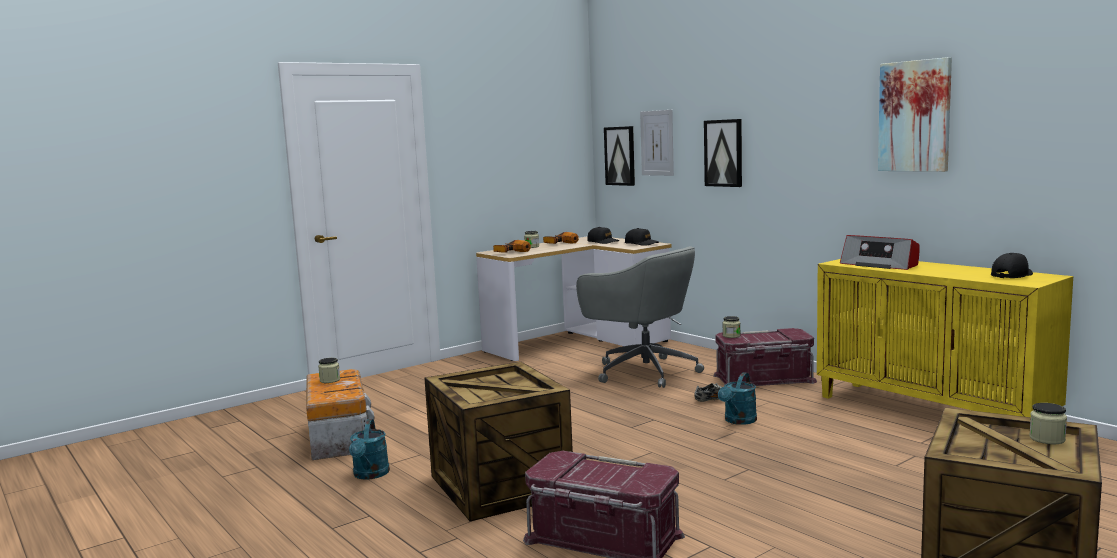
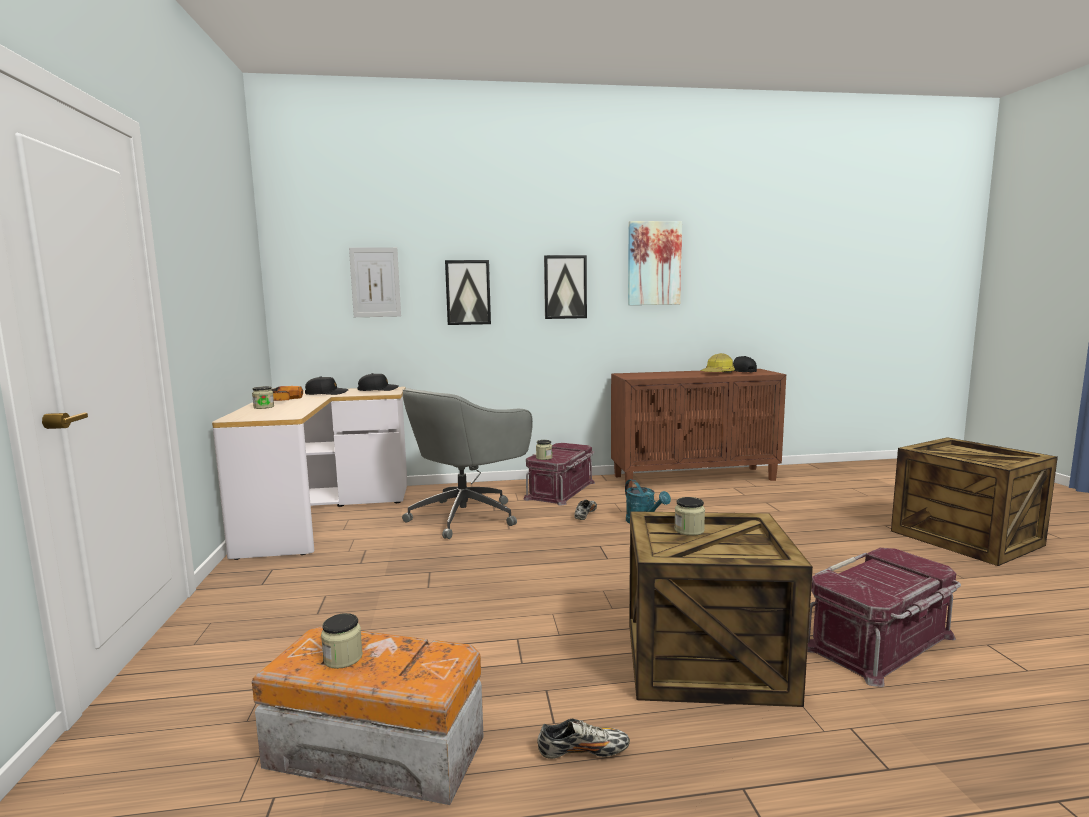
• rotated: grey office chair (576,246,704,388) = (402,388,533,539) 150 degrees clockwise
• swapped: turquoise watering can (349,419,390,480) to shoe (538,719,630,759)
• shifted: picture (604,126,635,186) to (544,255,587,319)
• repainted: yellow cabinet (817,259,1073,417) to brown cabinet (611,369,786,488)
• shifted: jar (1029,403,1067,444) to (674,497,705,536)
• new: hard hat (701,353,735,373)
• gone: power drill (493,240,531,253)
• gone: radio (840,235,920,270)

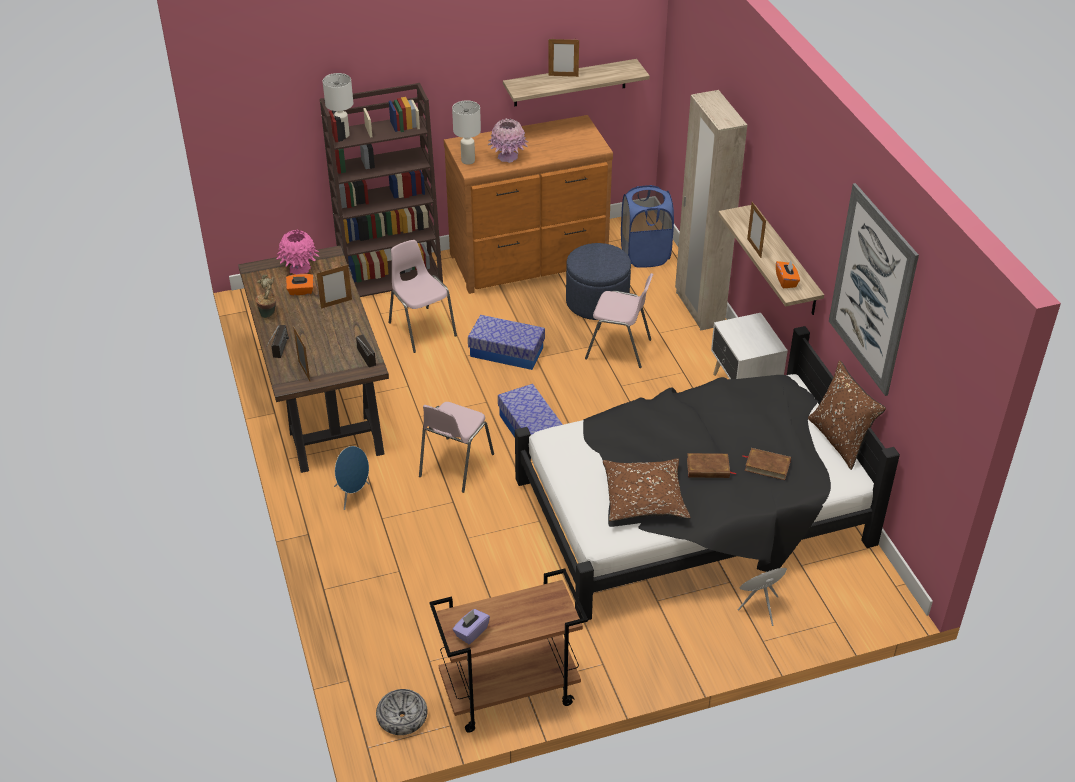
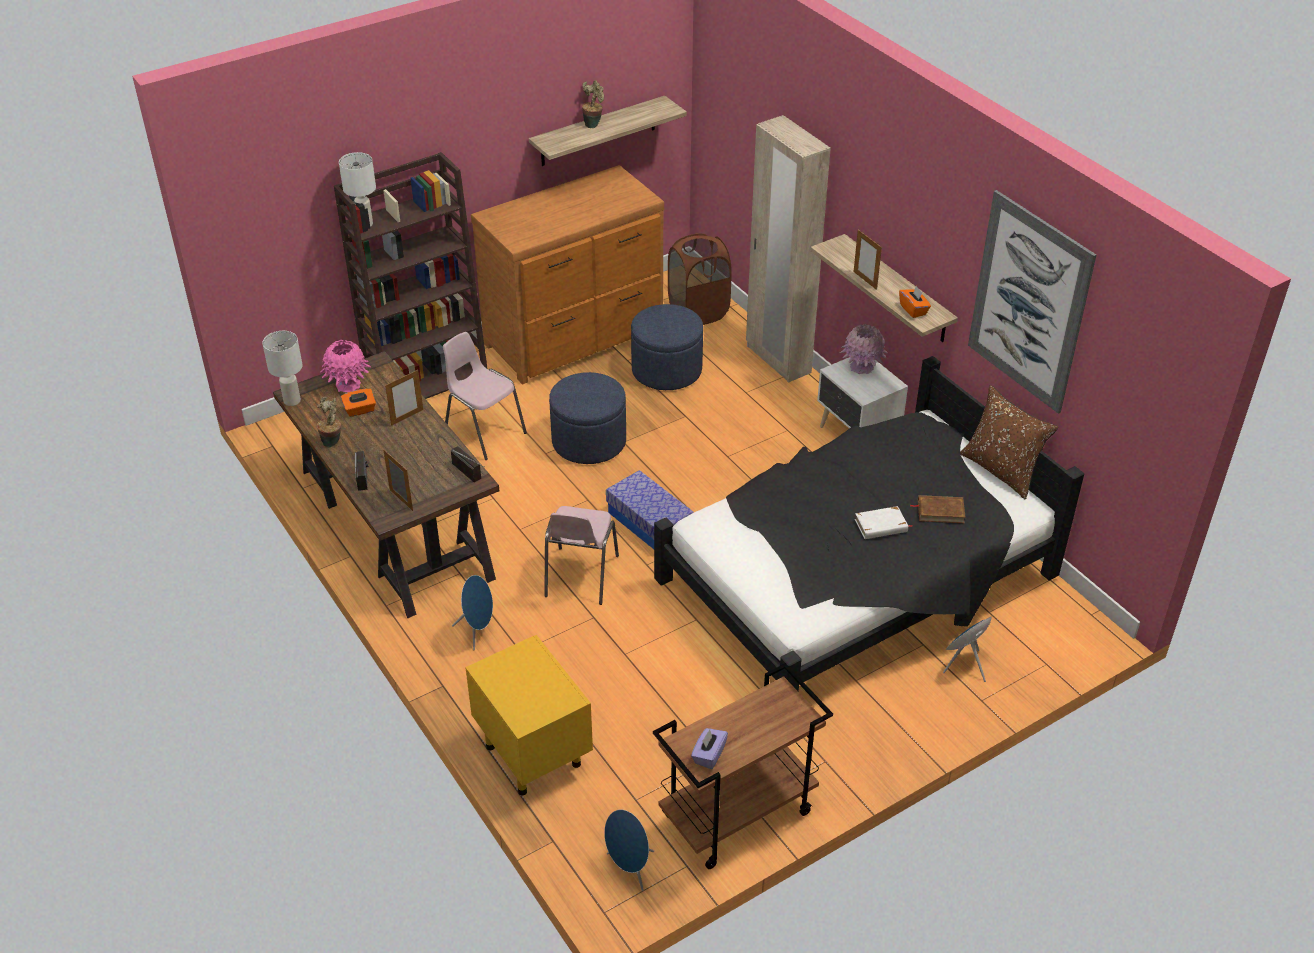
• shifted: white table lamp (452,100,481,165) to (262,331,303,406)
• new: yellow nightstand (465,635,593,796)
• swapped: storage box (468,315,545,370) to blue ottoman (549,372,626,464)
• swapped: picture frame (548,38,579,77) to potted plant (582,80,604,128)
• swapped: bowl (376,689,428,735) to blue speaker (604,809,654,891)
• repainted: blue laundry basket (621,185,674,268) to brown laundry basket (668,233,732,325)
• shifted: pink vase (487,118,528,163) to (840,324,888,374)
• repainted: brown book (687,453,736,478) to white book (855,506,913,539)
• gone: pink chair (585,273,653,368)
• gone: brown pillow (603,458,691,521)

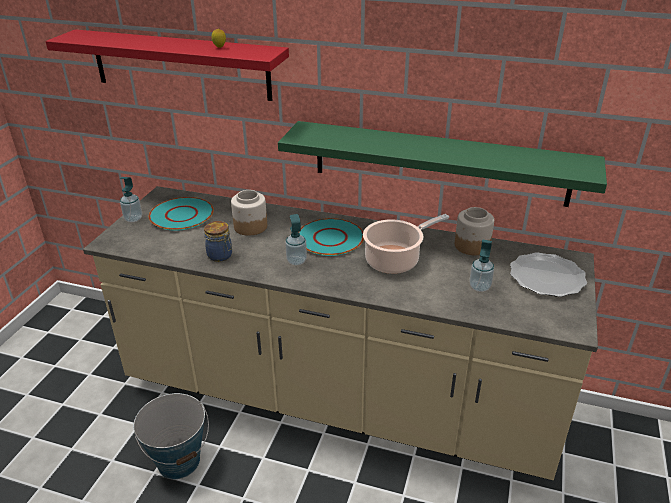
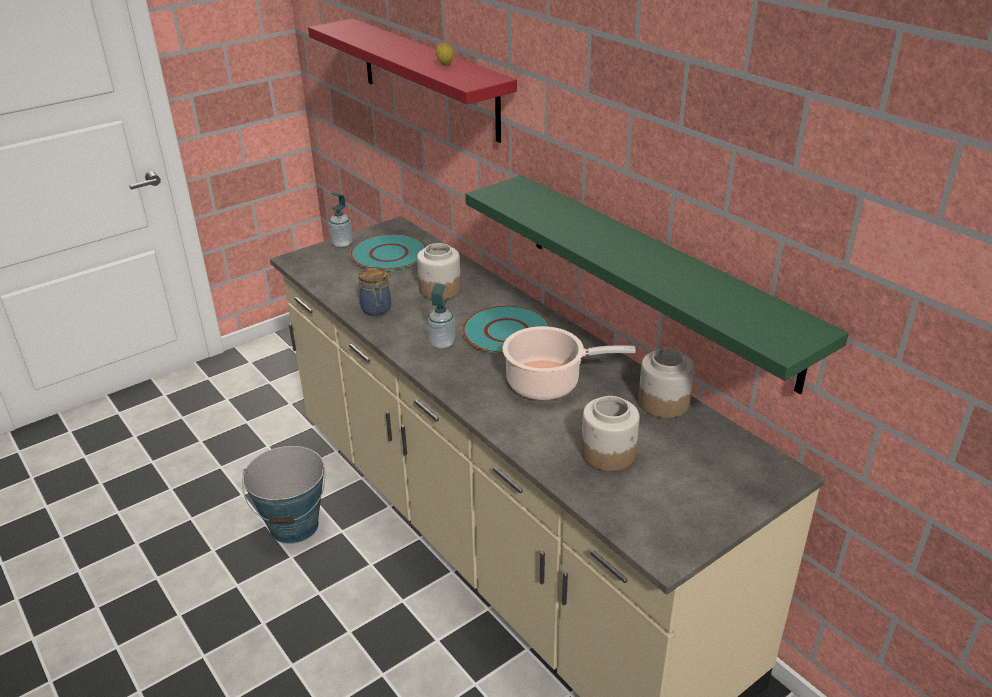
• swapped: soap dispenser (469,239,494,292) to jar (581,396,639,471)
• gone: plate (510,252,587,297)

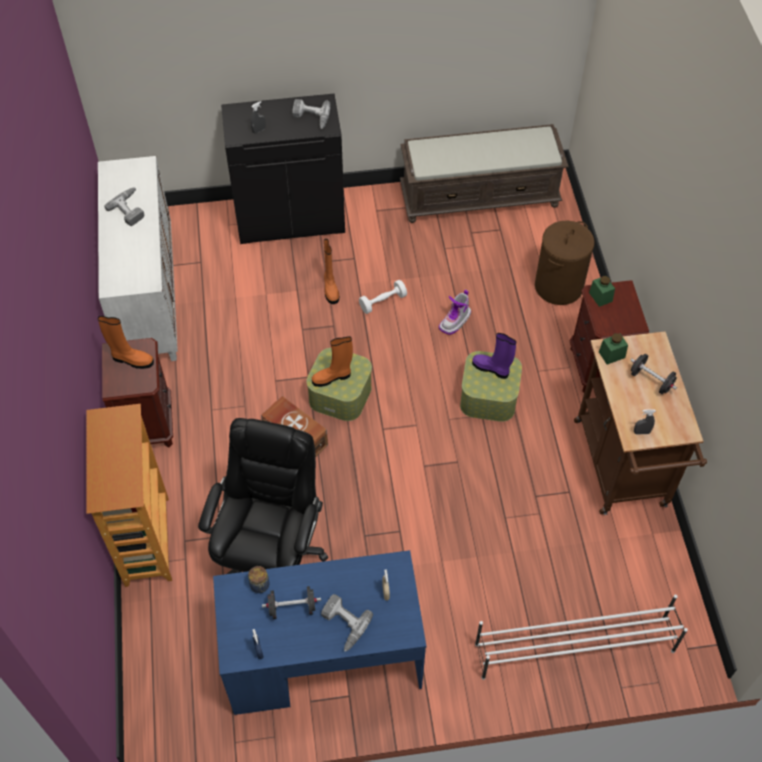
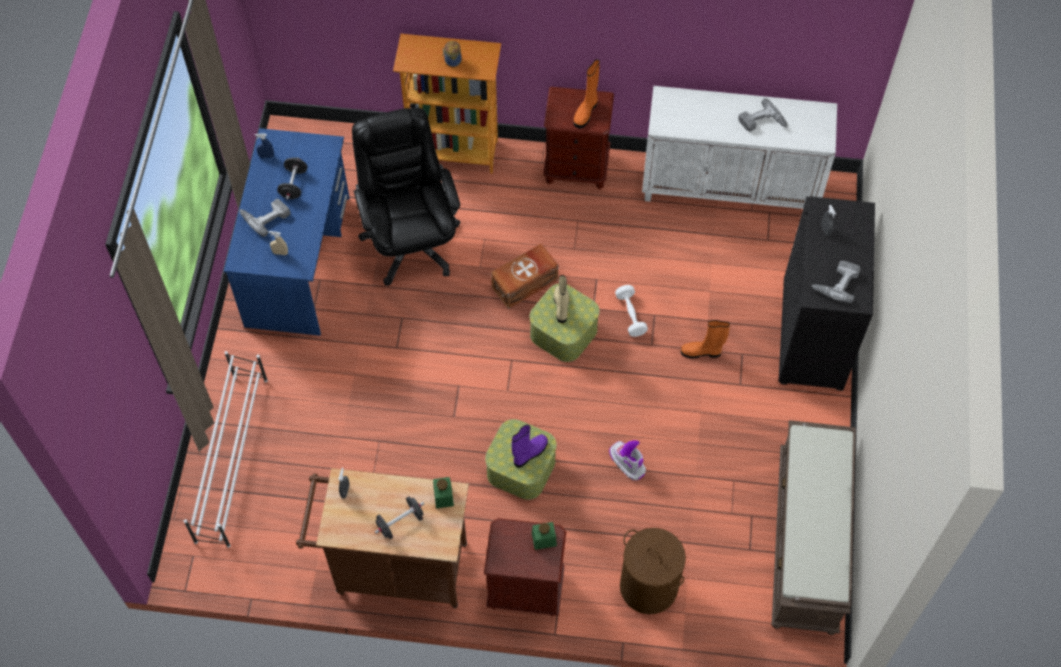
• rotated: black office chair (198,418,328,574) = (352,108,460,286) 135 degrees counterclockwise
• shifted: jar (248,566,270,593) to (442,41,462,67)
• repainted: orange boot (312,336,353,387) to beige boot (554,275,569,323)
• shifted: white dumbbell (359,280,407,314) to (615,285,648,337)

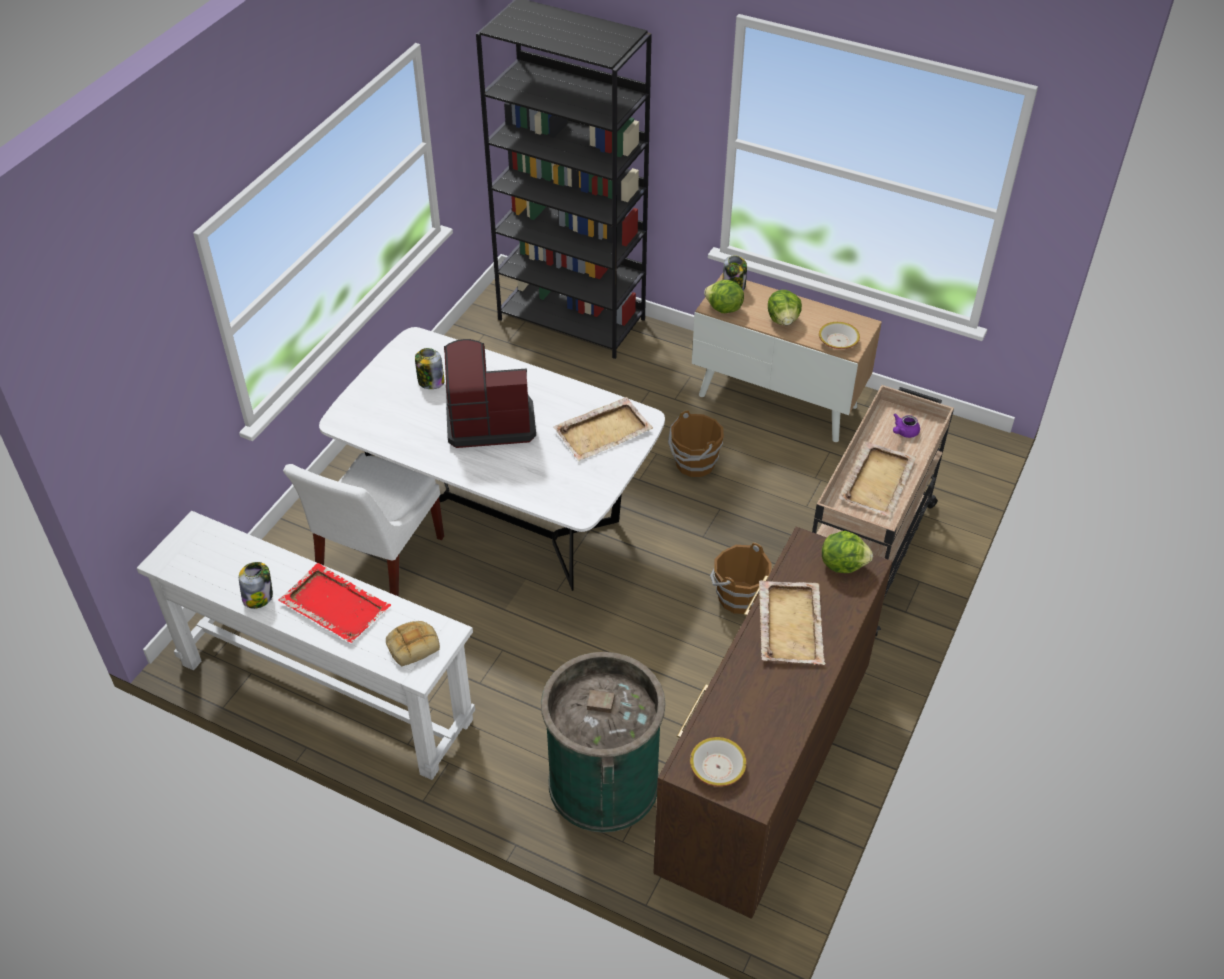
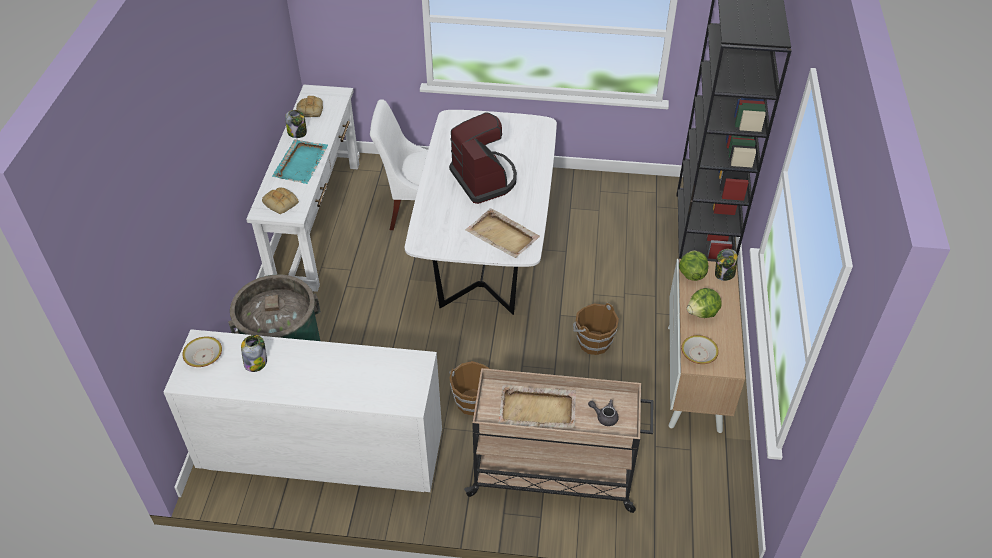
• repainted: brown dresser (653,527,892,919) to white dresser (163,329,442,492)
• shifted: jar (415,348,445,389) to (241,335,267,372)
• repainted: red tray (278,563,391,643) to turquoise tray (272,139,328,184)
• new: bread (296,96,323,117)
• repainted: purple teapot (893,414,920,438) to grey teapot (588,399,619,426)
• gone: beige tray (759,580,826,665)
• gone: lettuce (822,531,873,573)

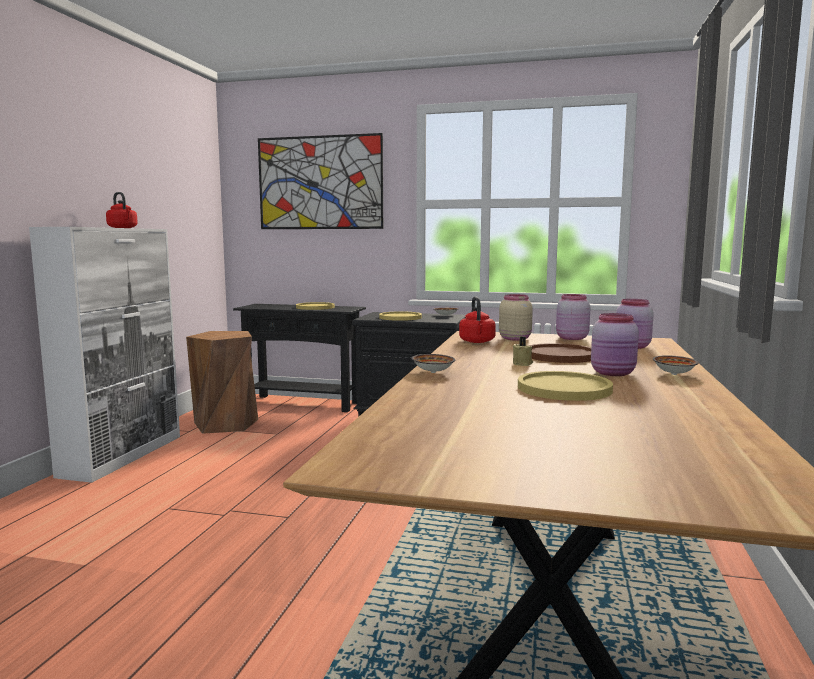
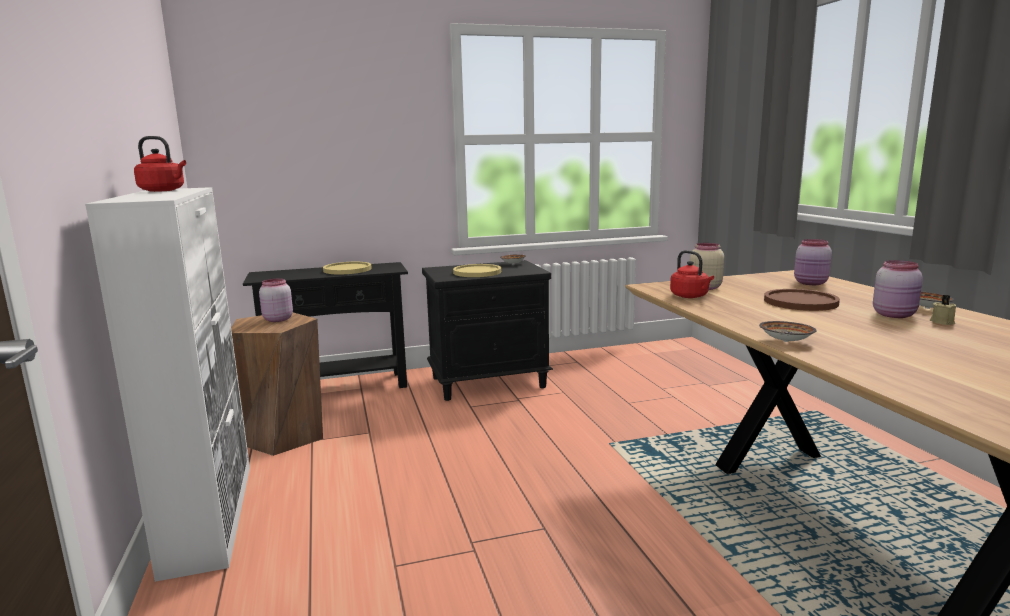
• shifted: pink jar (556,294,590,340) to (259,278,293,322)
• shifted: beige candle (513,337,533,366) to (930,295,956,325)
• gone: picture (258,133,383,229)
• gone: yellow plate (518,371,613,401)

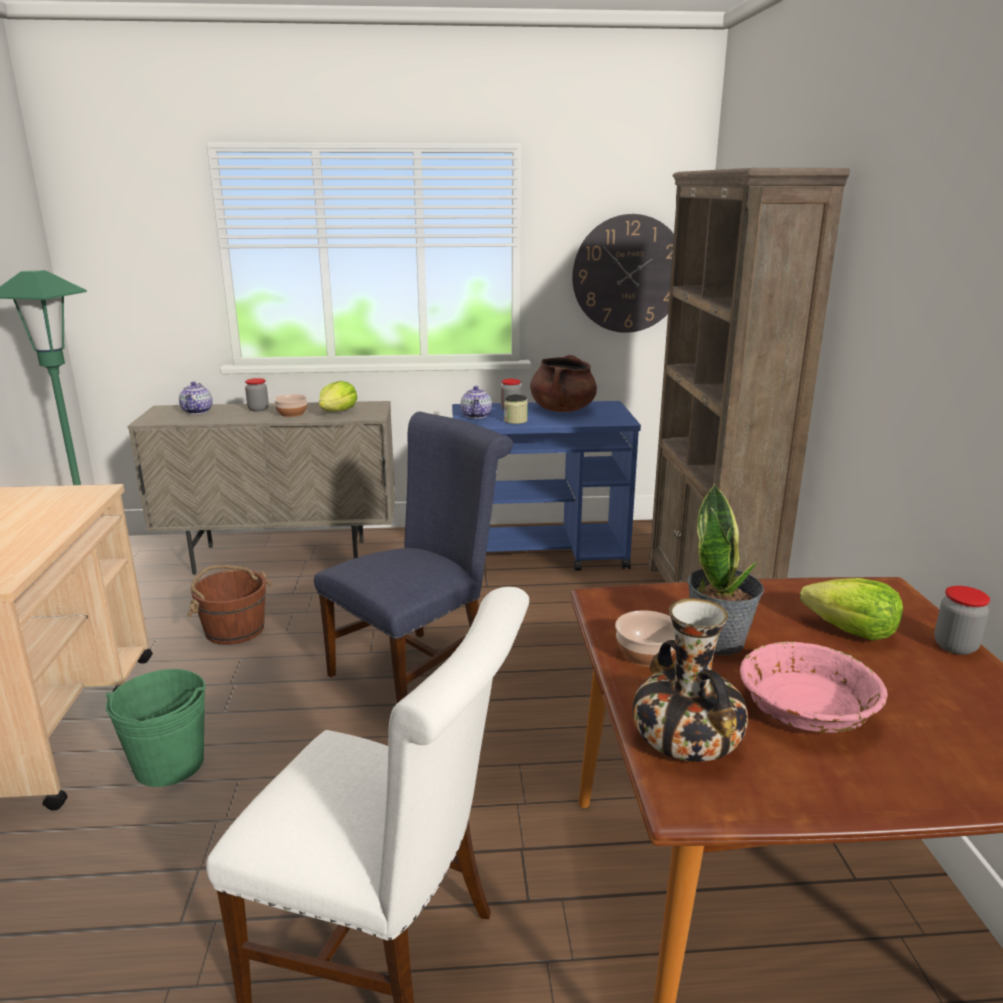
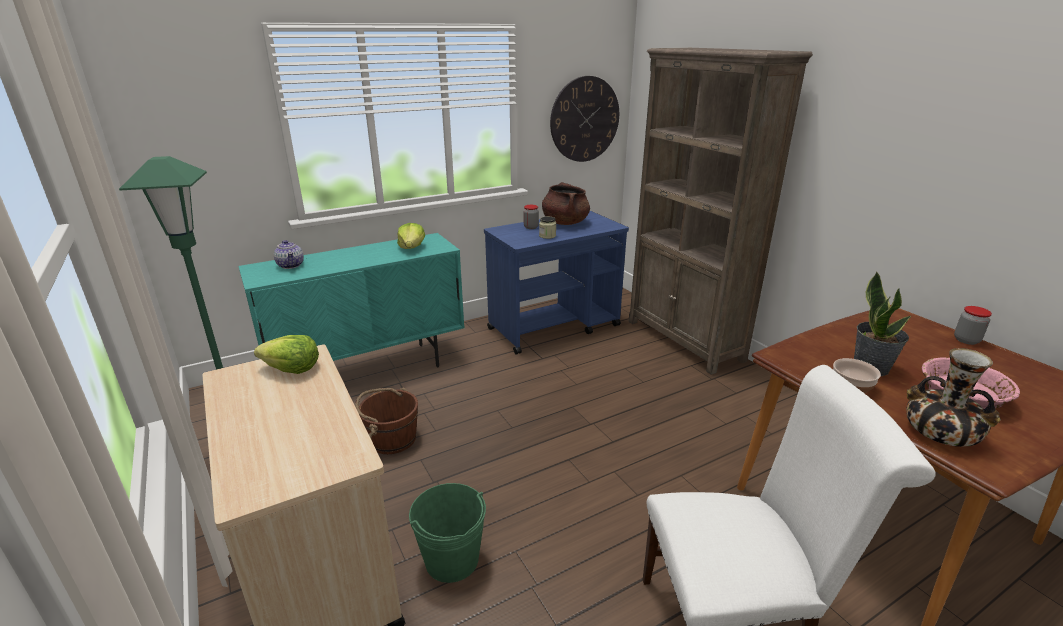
• repainted: beige cabinet (128,401,395,575) to turquoise cabinet (238,233,465,367)
• shifted: lettuce (800,578,903,641) to (254,335,319,374)
• gone: jar (245,378,269,412)
• gone: bowl (274,394,308,417)
• gone: blue chair (314,412,513,703)
• gone: teapot (460,386,492,419)

